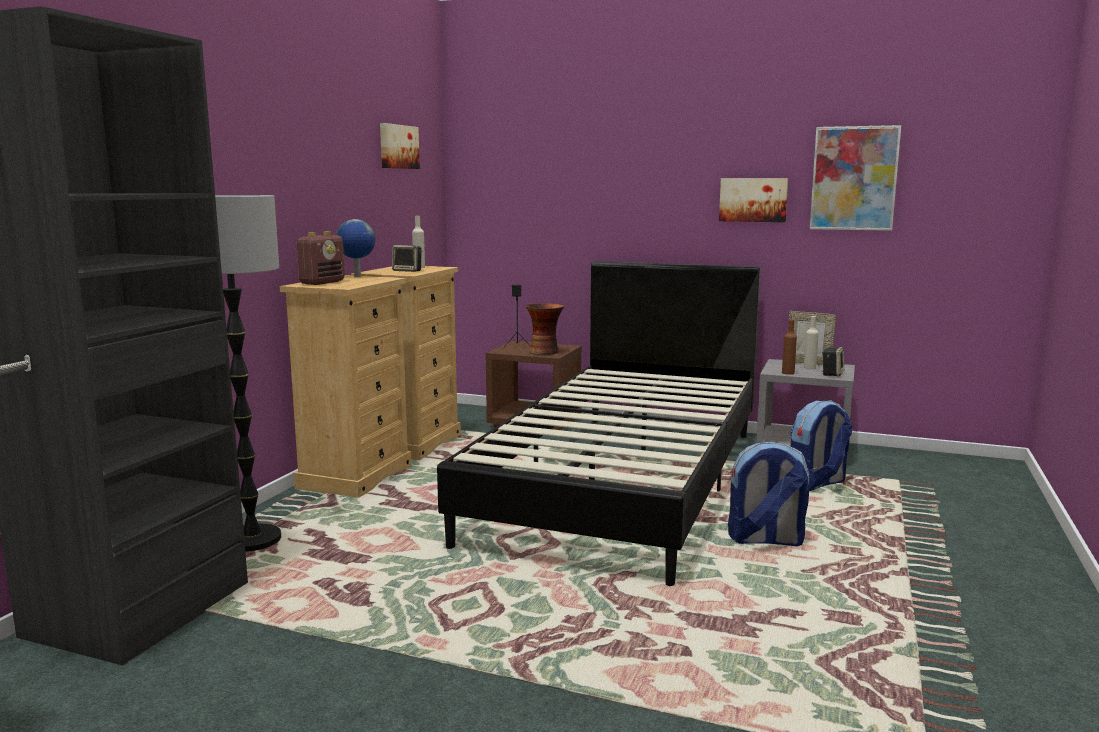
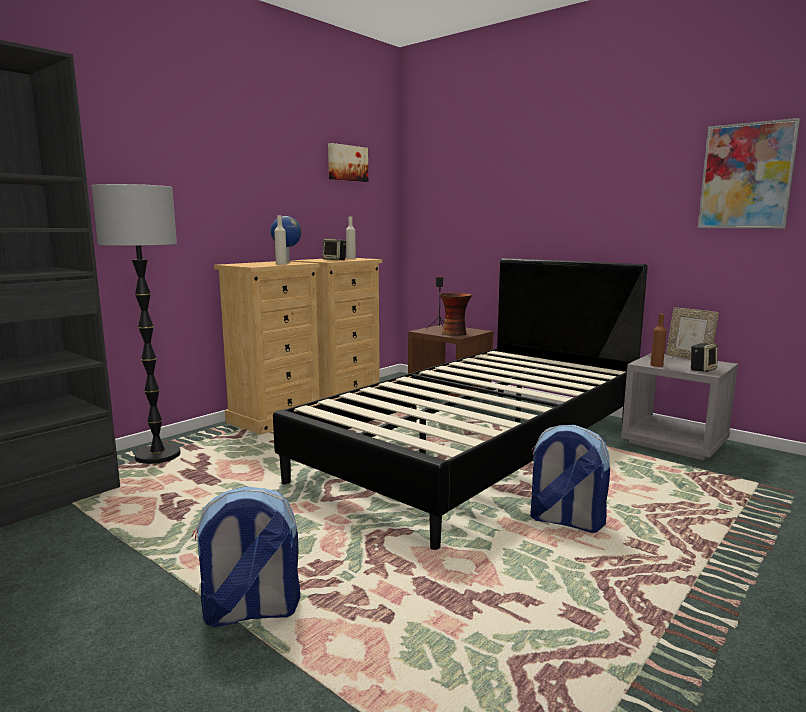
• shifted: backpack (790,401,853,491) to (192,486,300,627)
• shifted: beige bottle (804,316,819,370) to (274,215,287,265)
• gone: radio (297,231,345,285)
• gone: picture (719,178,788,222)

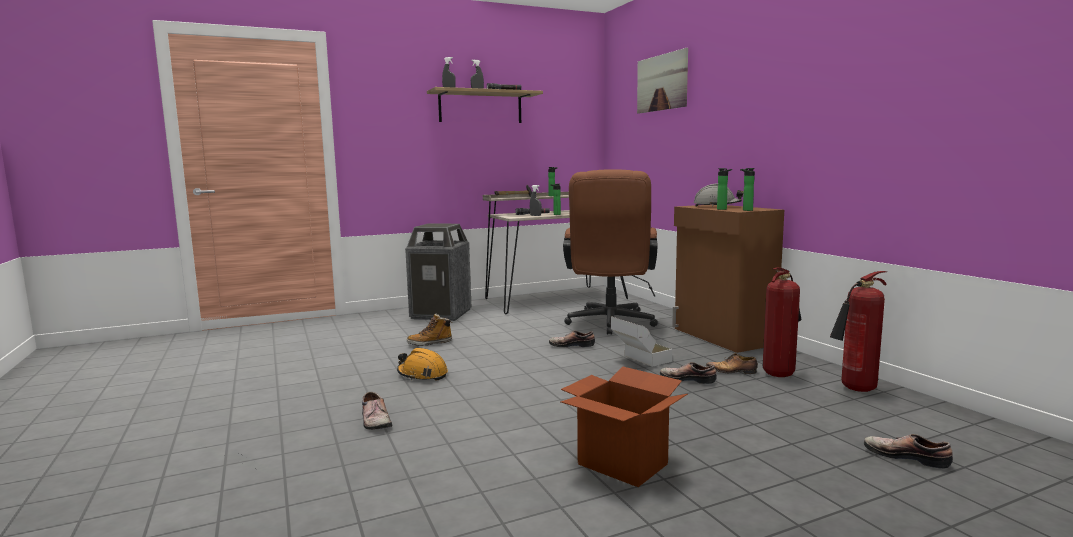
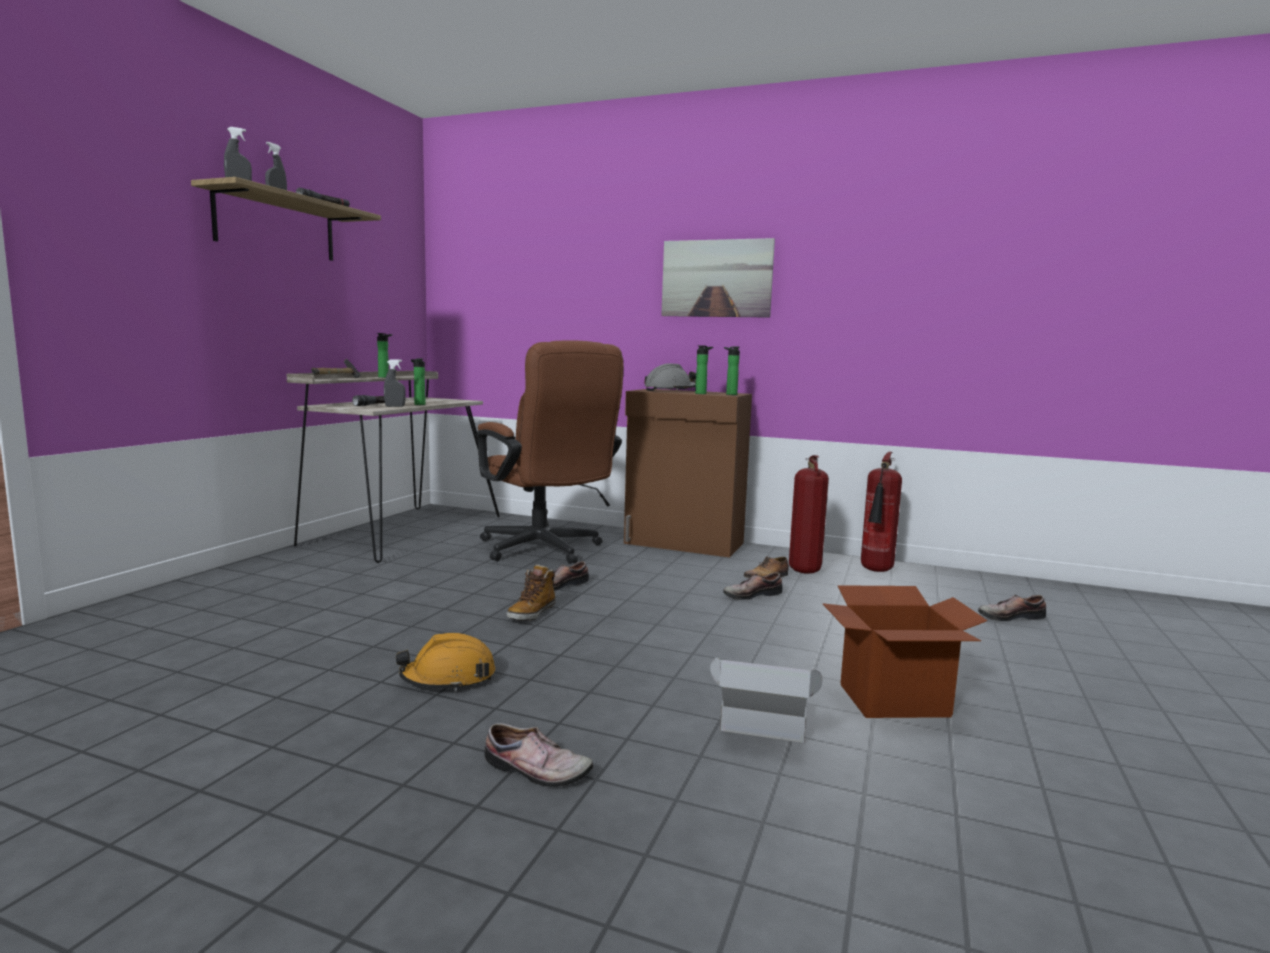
• shifted: boot (407,313,452,346) to (507,564,555,621)
• shifted: picture (637,48,688,114) to (661,238,775,318)
• shifted: cardboard box (611,316,672,367) to (710,658,822,743)
• gone: trash can (405,223,471,321)

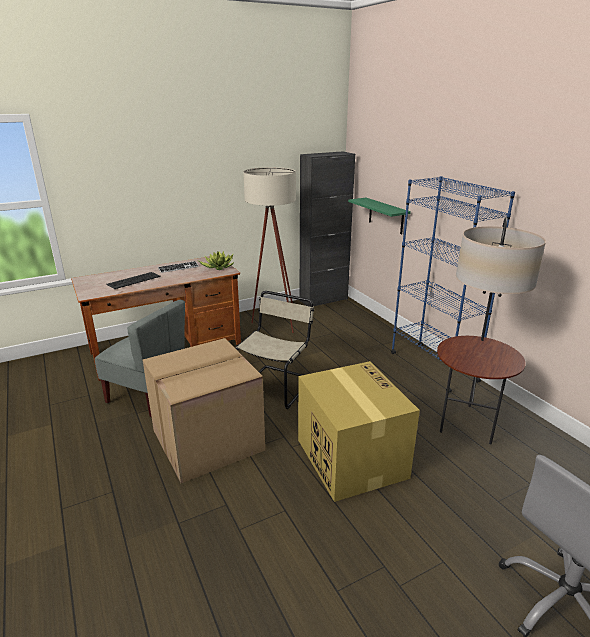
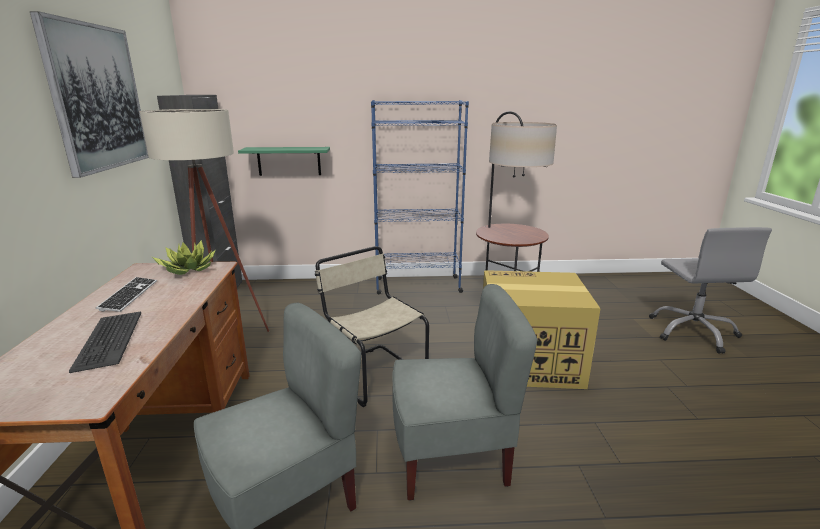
• new: picture (30,11,149,178)
• swapped: cardboard box (143,338,265,483) to grey chair (392,284,538,500)

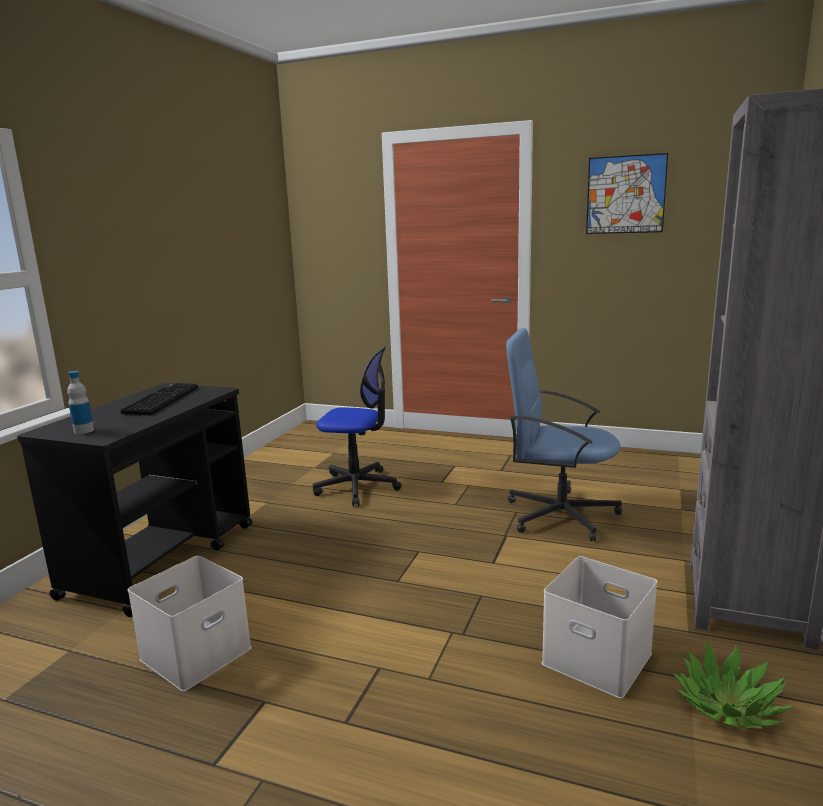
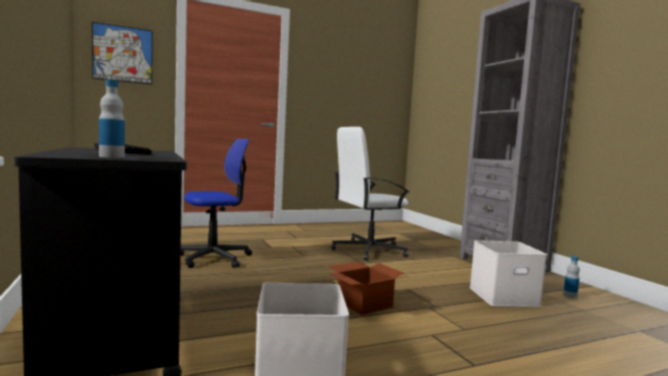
• shifted: picture (586,153,668,234) to (92,22,153,84)
• new: cardboard box (328,262,407,315)
• repainted: blue office chair (506,328,622,541) to white office chair (331,127,409,261)
• swapped: potted plant (672,642,794,729) to bottle (563,256,580,299)

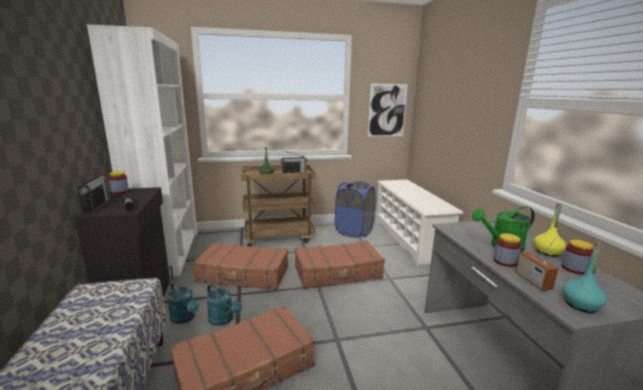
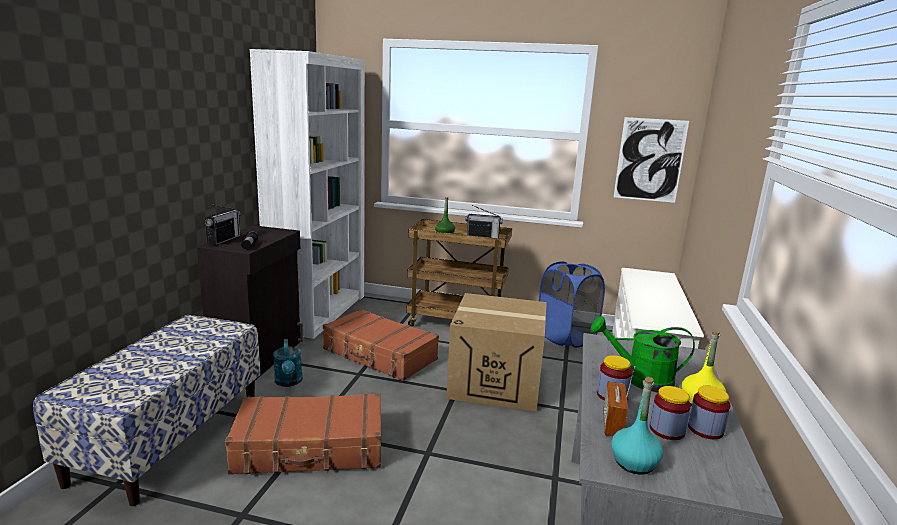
• swapped: brown suitcase (295,241,385,289) to cardboard box (446,293,547,412)
• shifted: jar (109,171,129,194) to (650,386,691,440)
• gone: turquoise watering can (206,284,242,326)

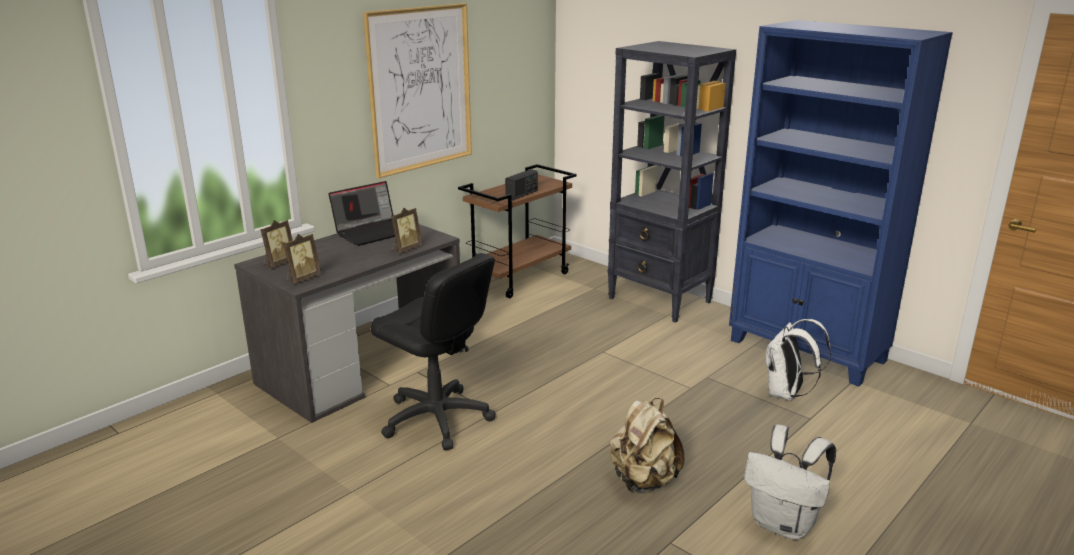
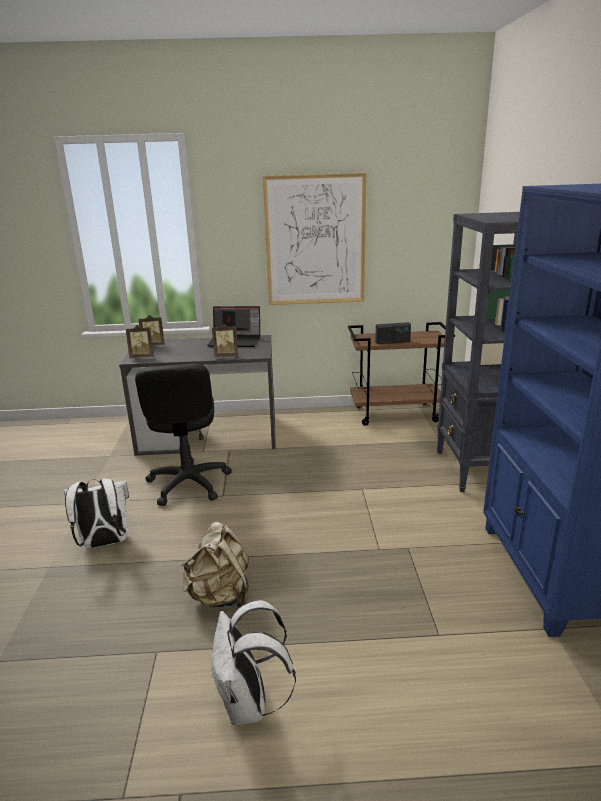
• shifted: white backpack (766,319,831,401) to (64,478,129,548)

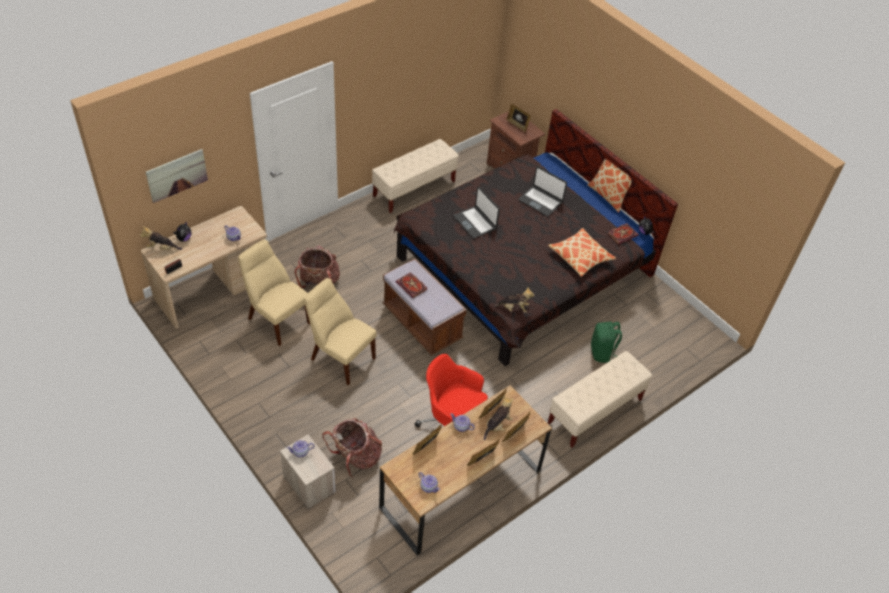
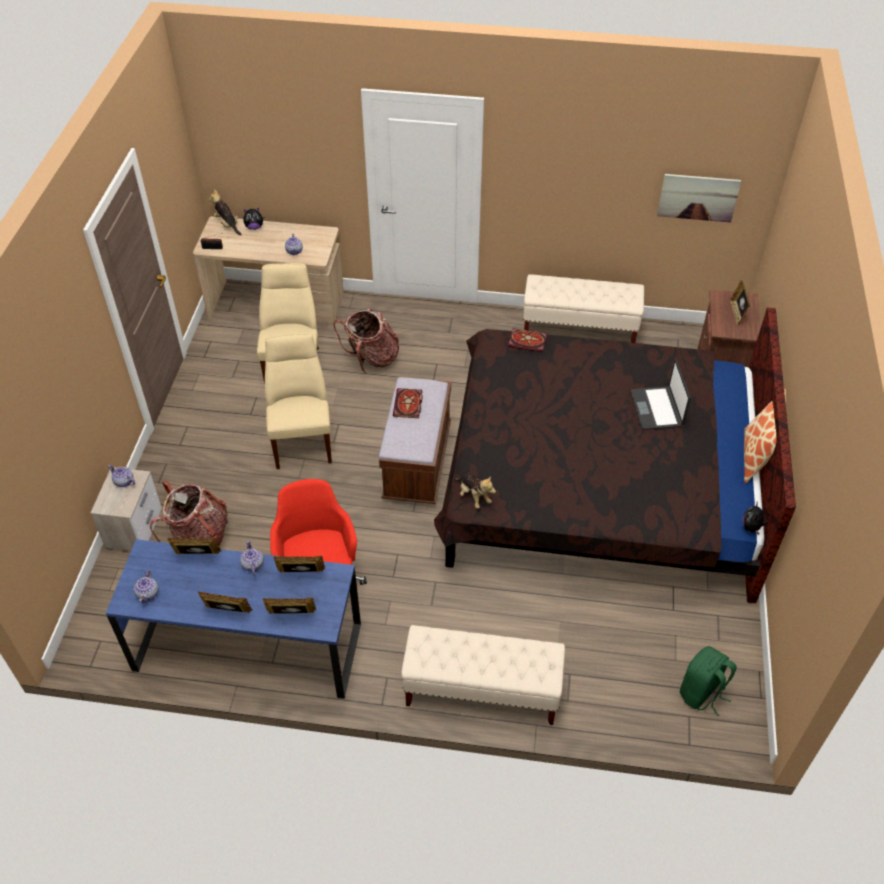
• repainted: brown desk (379,385,552,556) to blue desk (106,539,361,699)
• shifted: book (607,223,639,245) to (508,328,547,352)
• shifted: picture (146,149,208,203) to (657,174,741,223)
• shifted: green backpack (591,321,622,363) to (680,646,736,716)
• gone: laptop (453,187,500,239)
• gone: plush toy (484,396,513,440)
• gone: pillow (548,228,616,277)

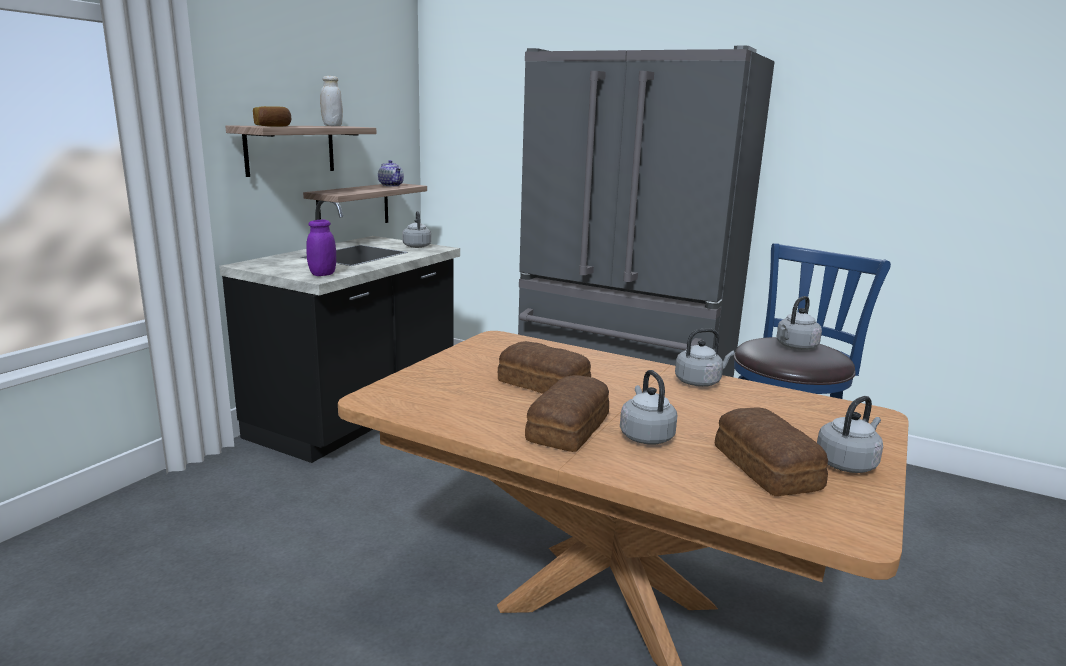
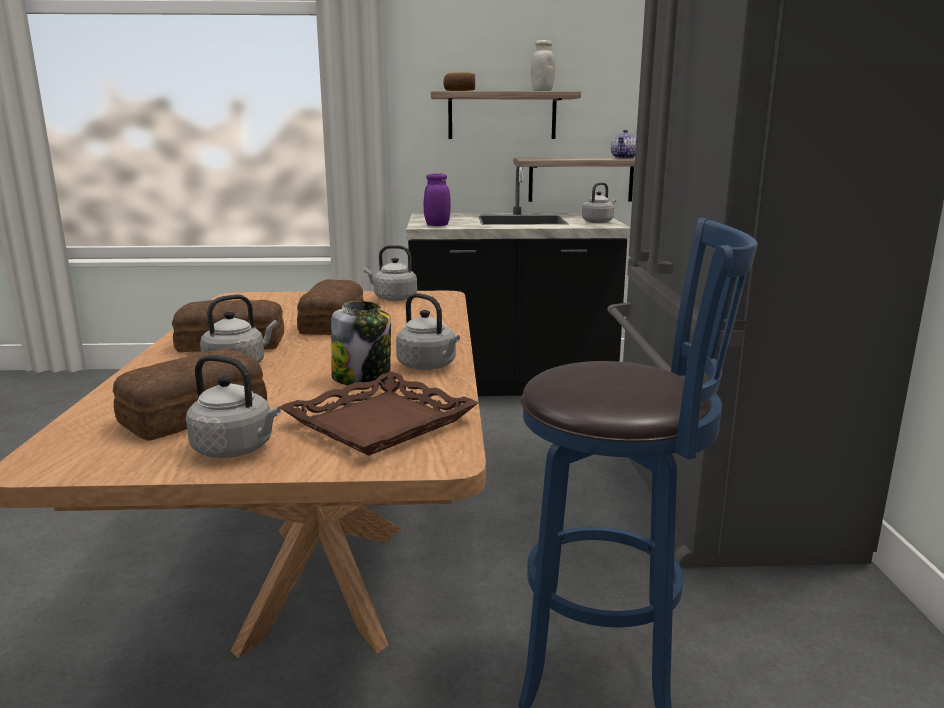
• new: brown tray (280,371,478,456)
• new: jar (331,301,391,385)
• shifted: grey kettle (777,296,822,350) to (364,245,417,301)

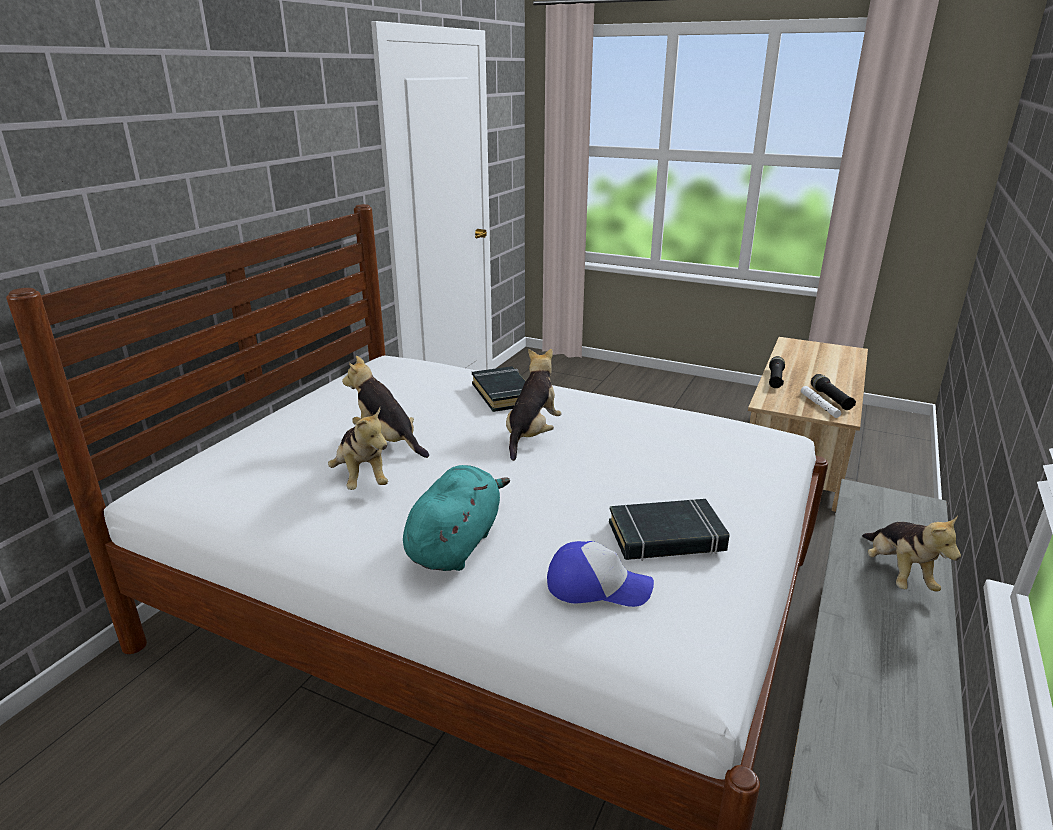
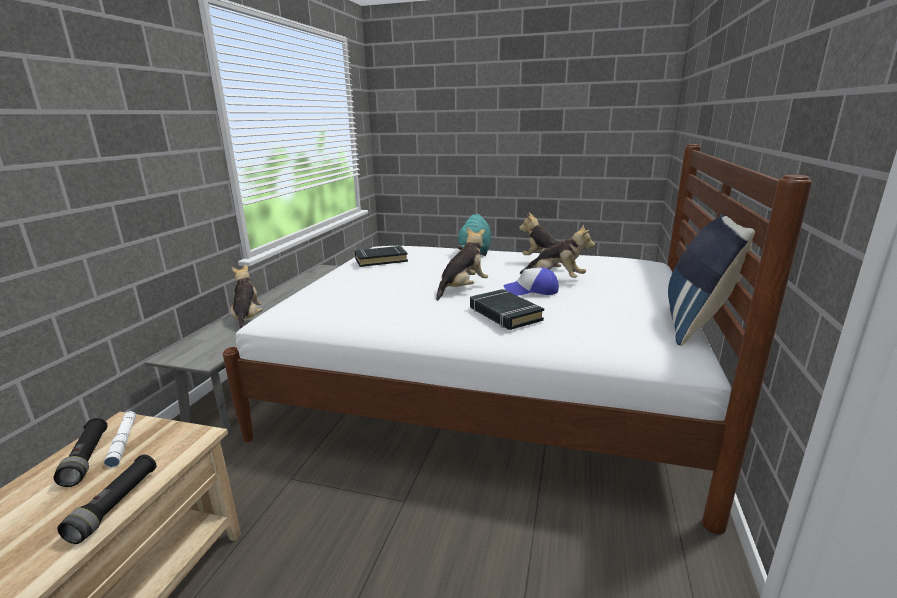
• rotated: plush toy (506,349,562,461) = (436,227,488,300) 150 degrees counterclockwise
• shifted: cap (547,541,654,607) to (503,267,559,296)
• new: blue pillow (668,214,755,346)

